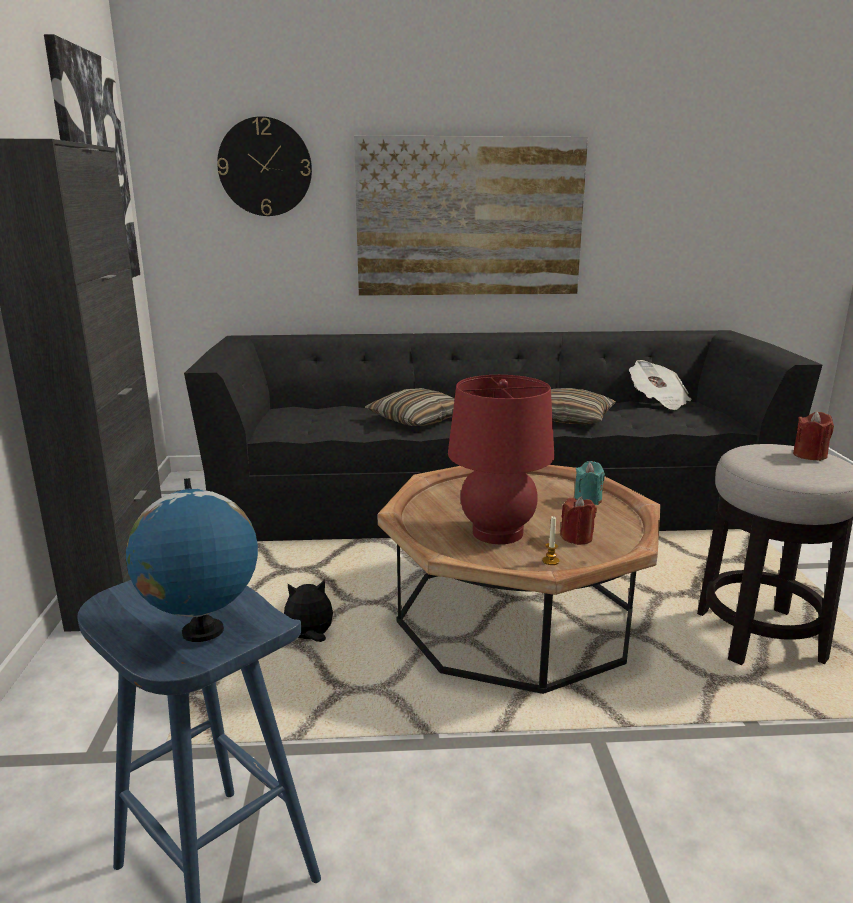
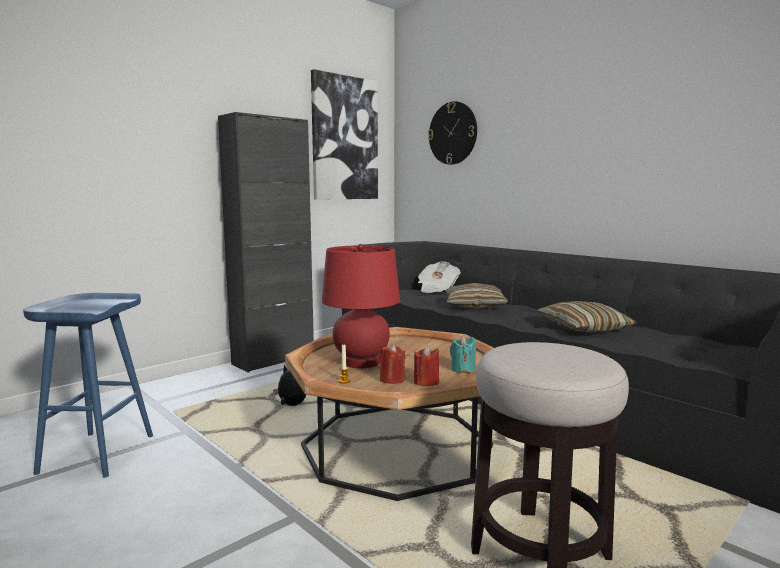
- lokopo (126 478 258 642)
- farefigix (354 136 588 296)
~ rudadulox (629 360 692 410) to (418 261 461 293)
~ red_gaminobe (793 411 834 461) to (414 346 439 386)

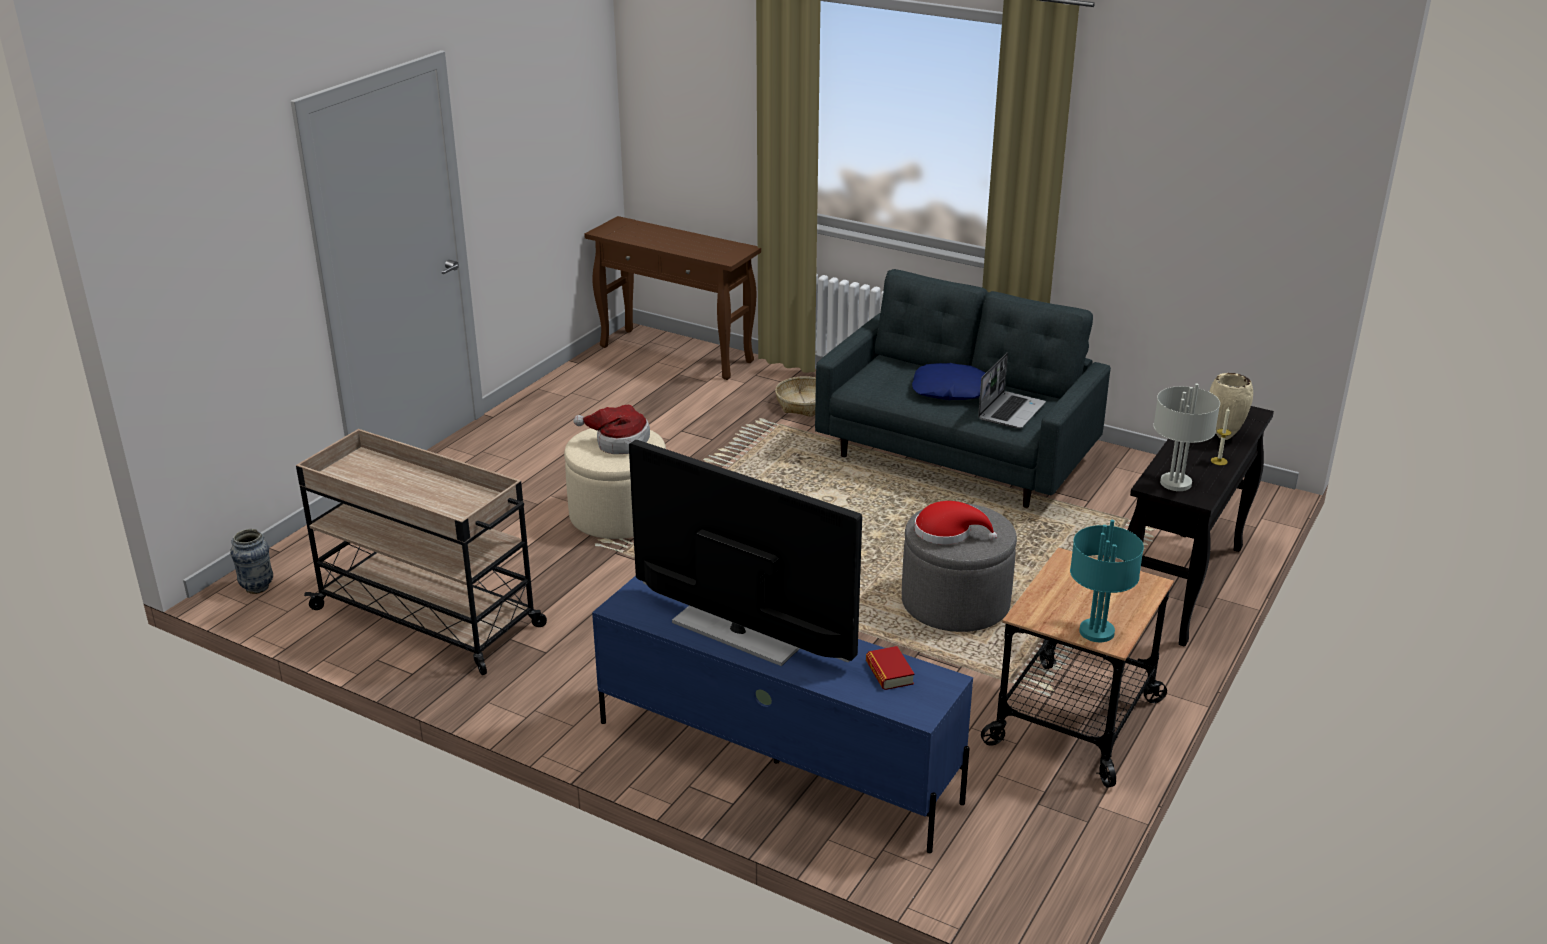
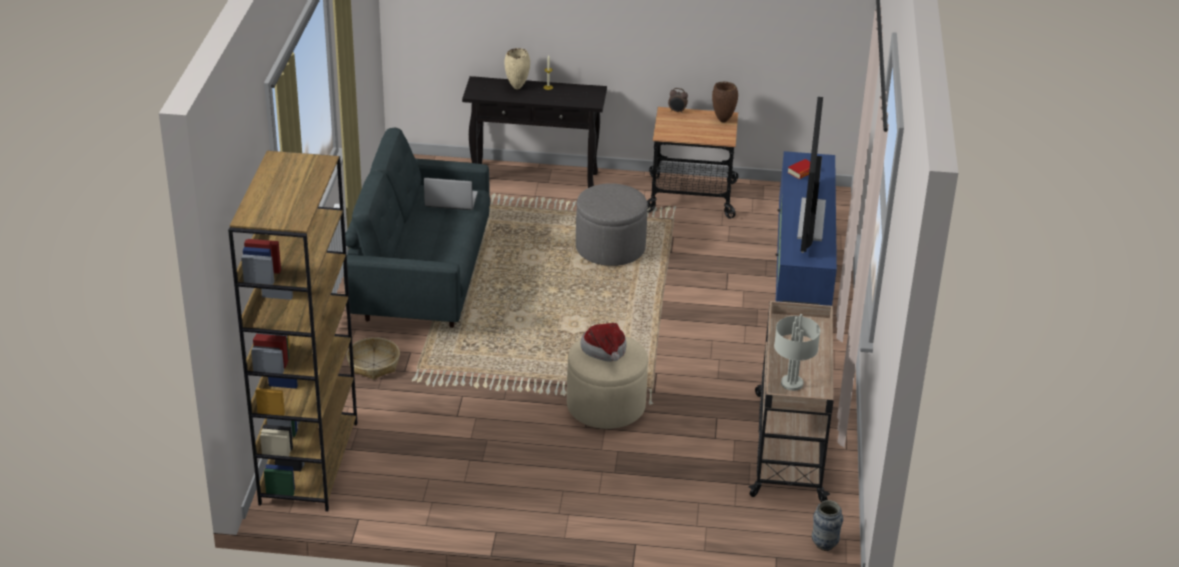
- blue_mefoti (912 363 985 400)
- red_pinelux (915 501 997 545)
+ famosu (668 88 688 112)
~ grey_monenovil (1153 383 1220 491) to (774 314 820 391)
~ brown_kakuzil (584 216 761 380) to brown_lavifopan (228 151 357 512)
~ turquoise_monenovil (1070 520 1144 642) to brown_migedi (712 82 738 123)

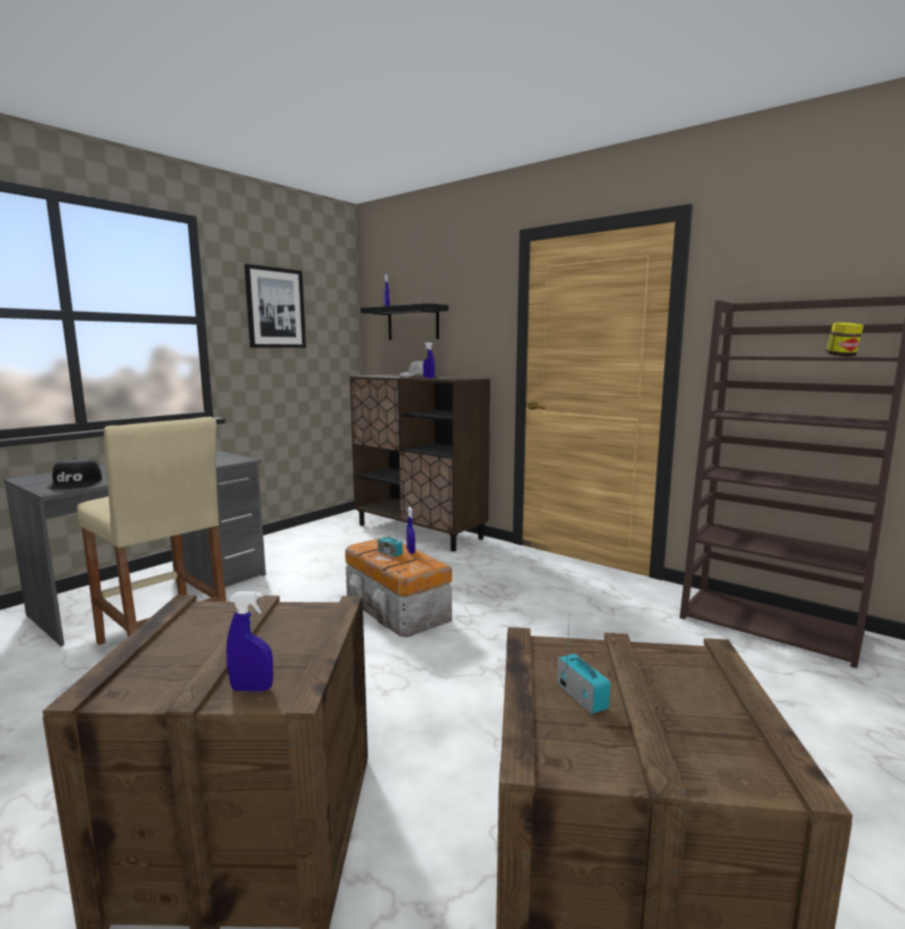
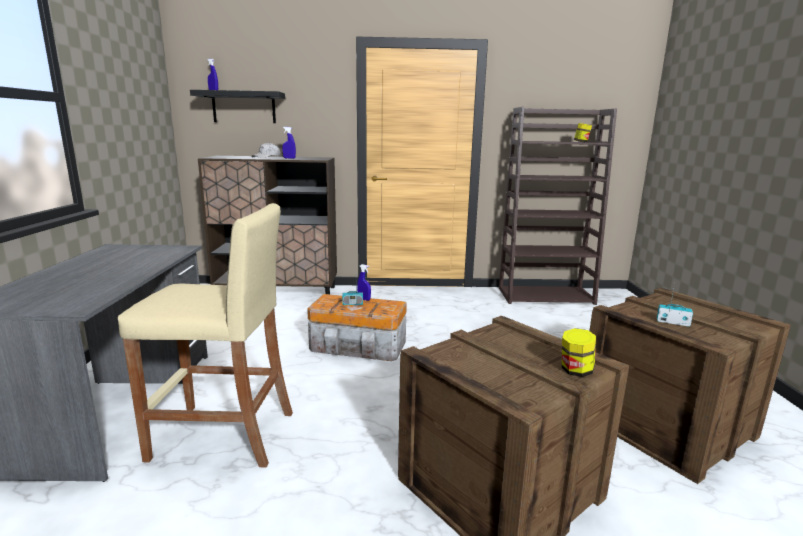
- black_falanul (47 458 102 489)
- farefigix (244 264 306 348)
~ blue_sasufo (226 592 273 692) to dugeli (562 328 596 377)

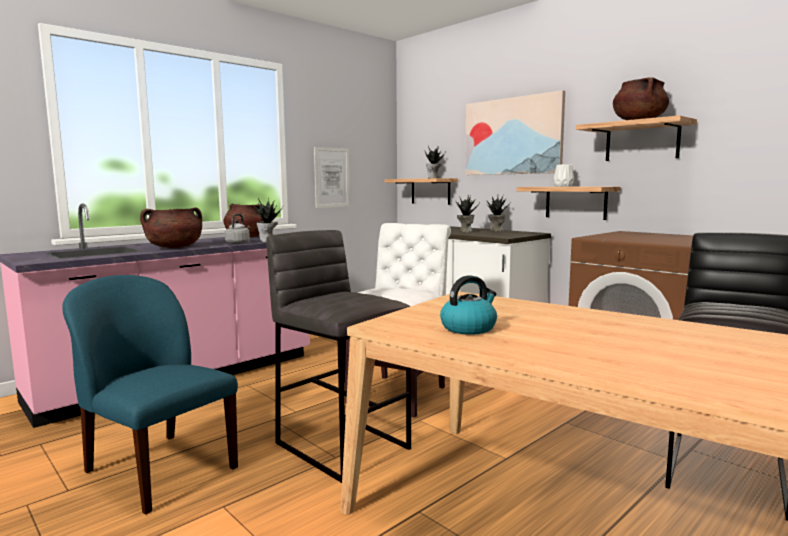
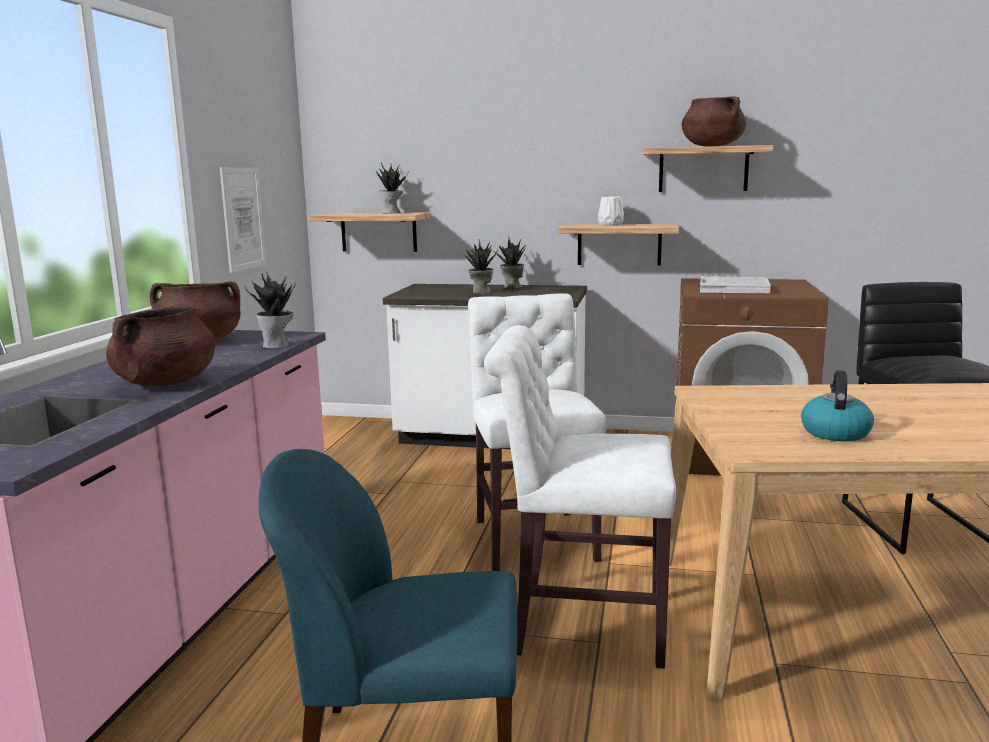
- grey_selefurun (225 214 250 244)
- farefigix (465 90 565 175)
+ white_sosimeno (700 276 771 294)
~ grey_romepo (266 230 411 483) to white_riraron (484 325 676 669)

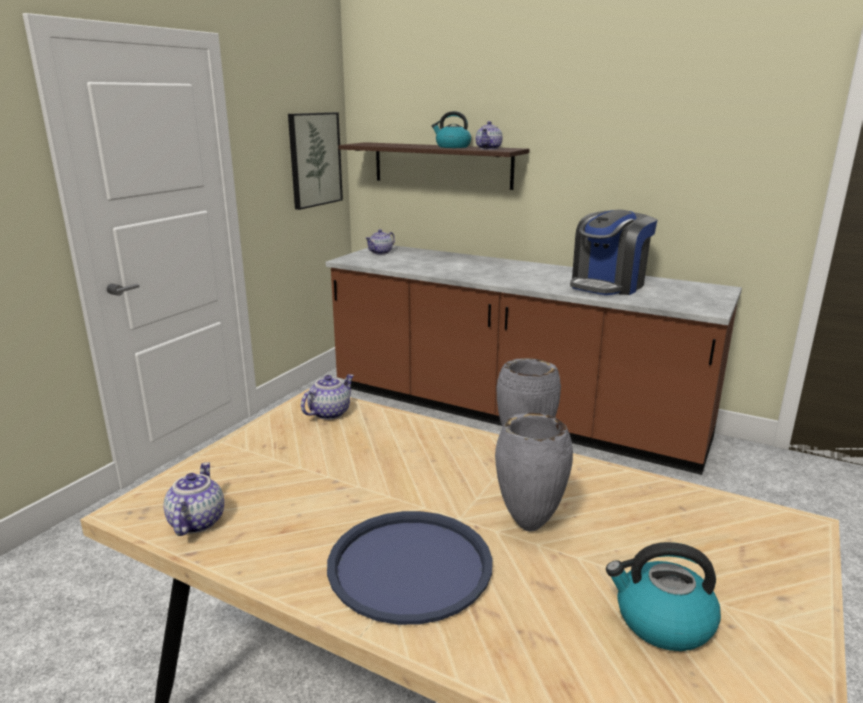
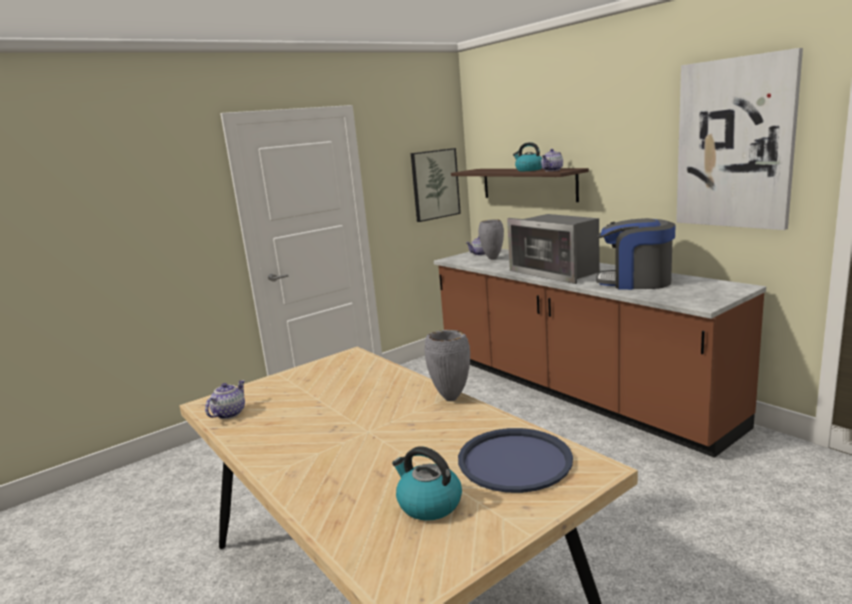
- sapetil (301 374 354 420)
+ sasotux (507 214 600 284)
+ farefigix (676 48 803 230)
~ blue_sosimeno (327 511 492 625) to (458 428 573 493)
~ grey_migedi (495 413 573 531) to (478 219 504 260)
~ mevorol (570 209 657 295) = (596 218 675 290) 45 degrees clockwise

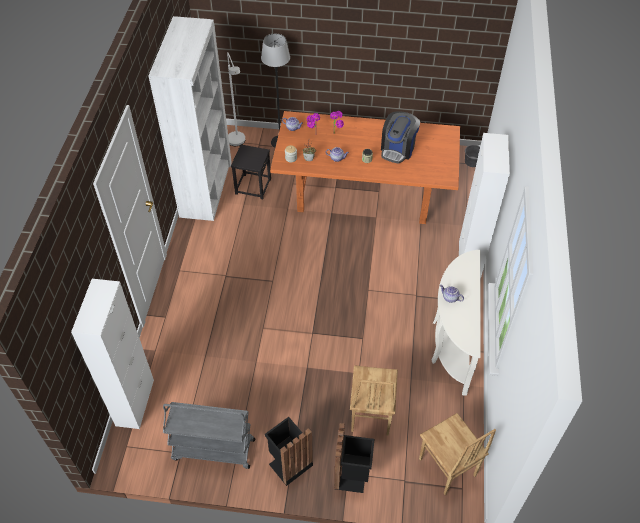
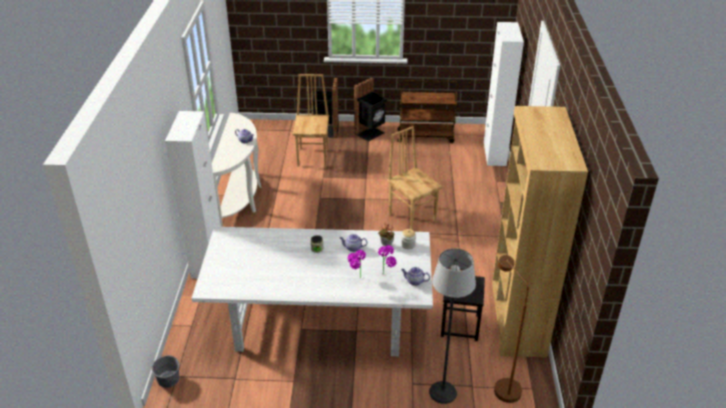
- mevorol (381 111 420 164)
~ brown_riraron (419 413 496 495) to (387 126 442 230)
~ white_lavifopan (148 16 232 221) to brown_lavifopan (492 106 588 358)
~ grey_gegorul (163 402 255 469) to brown_gegorul (397 80 458 143)
~ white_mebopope (227 52 245 146) to brown_mebopope (494 255 529 403)
~ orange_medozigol (270 111 460 224) to white_medozigol (192 227 433 356)

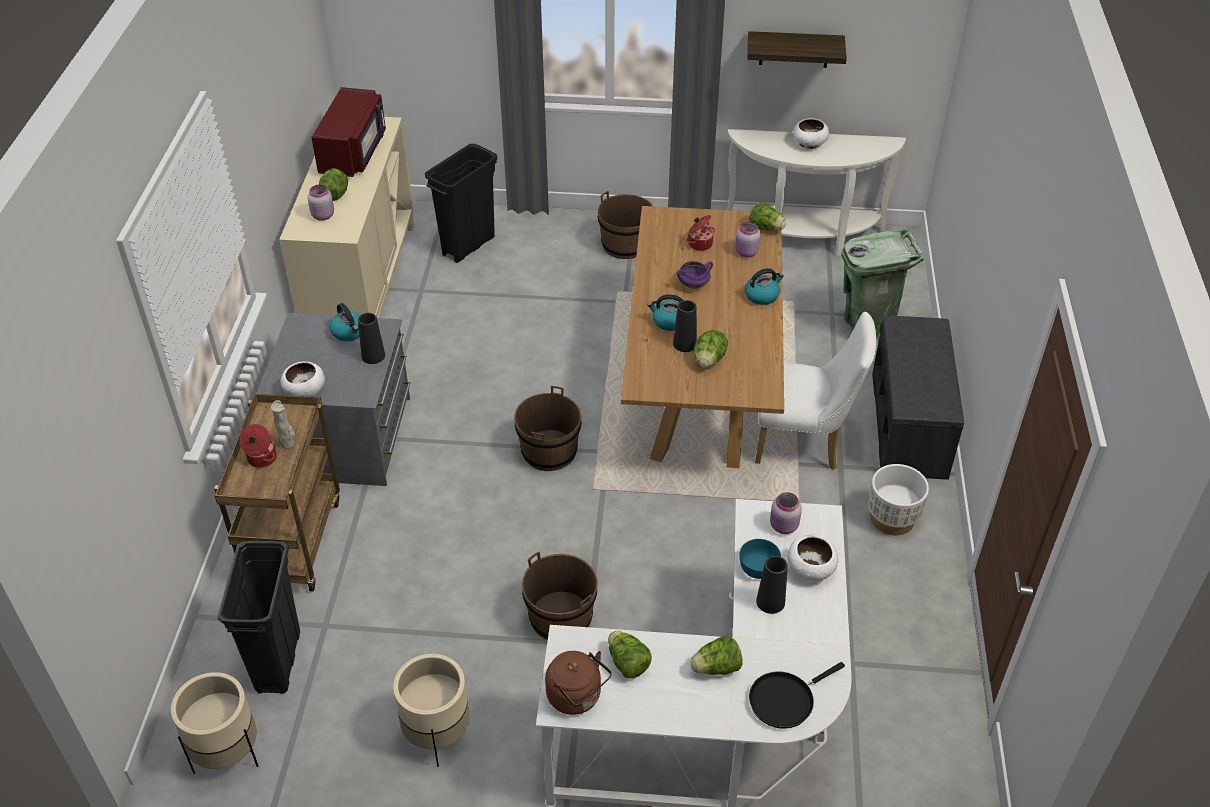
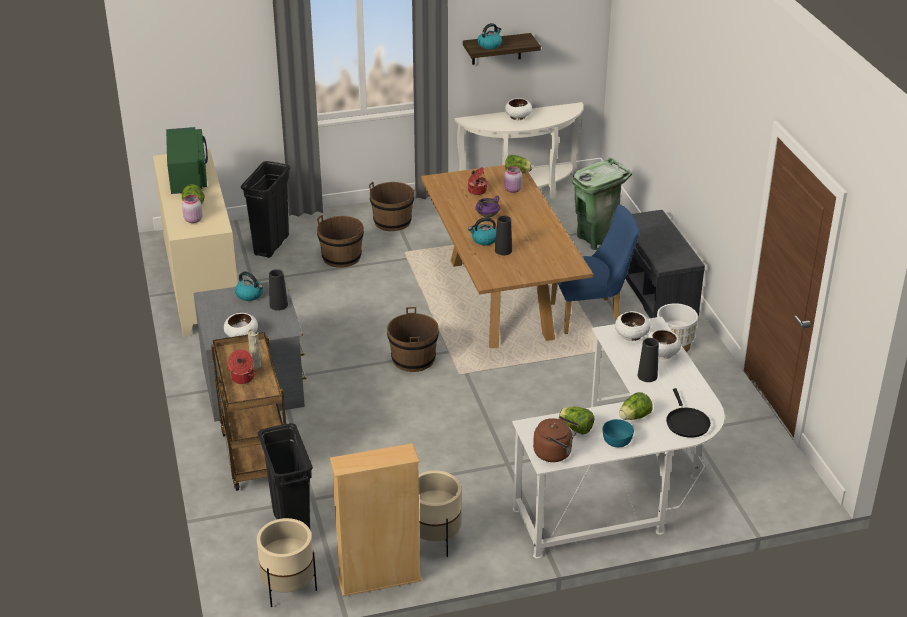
- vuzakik (694 330 728 368)
+ beige_lavifopan (330 443 422 597)
~ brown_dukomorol (522 551 598 640) to (317 215 364 268)
~ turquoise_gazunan (739 539 781 579) to (603 419 634 447)
~ selefurun (745 268 784 305) to (478 23 502 49)
~ pink_dugeli (770 492 802 534) to white_gazunan (615 311 650 341)
~ red_sasotux (311 87 386 177) to green_sasotux (166 127 208 194)
~ white_riraron (755 312 876 470) to blue_riraron (551 204 639 334)
~ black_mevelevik (749 662 845 729) = (666 388 711 438) 45 degrees counterclockwise

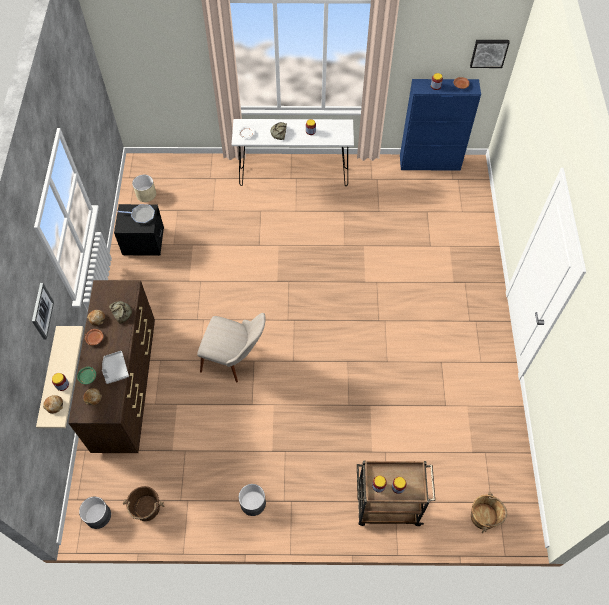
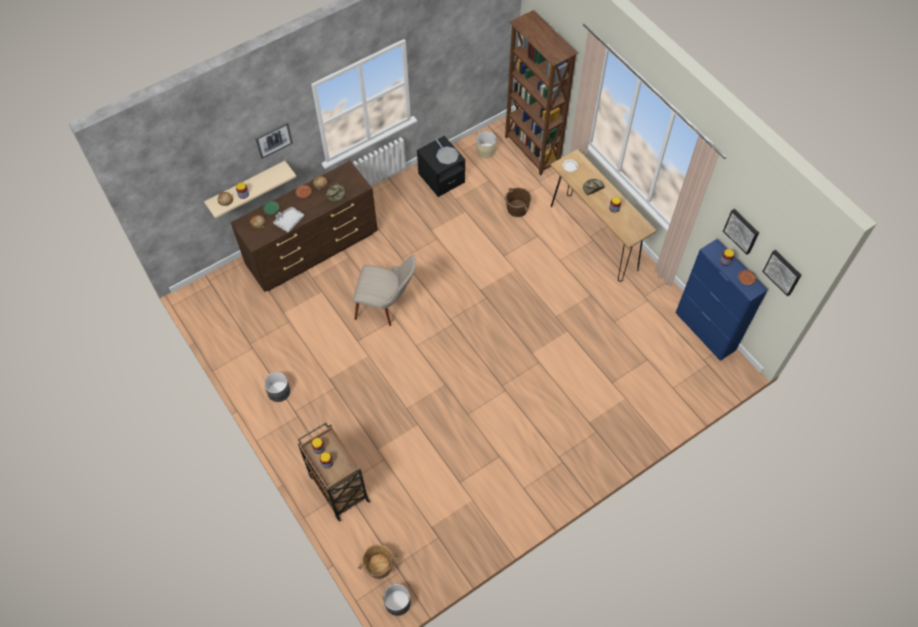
+ brown_lavifopan (505 10 578 176)
+ farefigix (723 209 759 255)
~ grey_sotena (79 497 111 529) to (383 584 411 616)
~ brown_dukomorol (123 486 164 521) to (505 188 531 217)
~ white_kakuzil (232 119 354 186) to brown_kakuzil (550 149 657 282)
~ beige_riraron (197 313 265 382) = (353 255 416 326) 60 degrees counterclockwise

